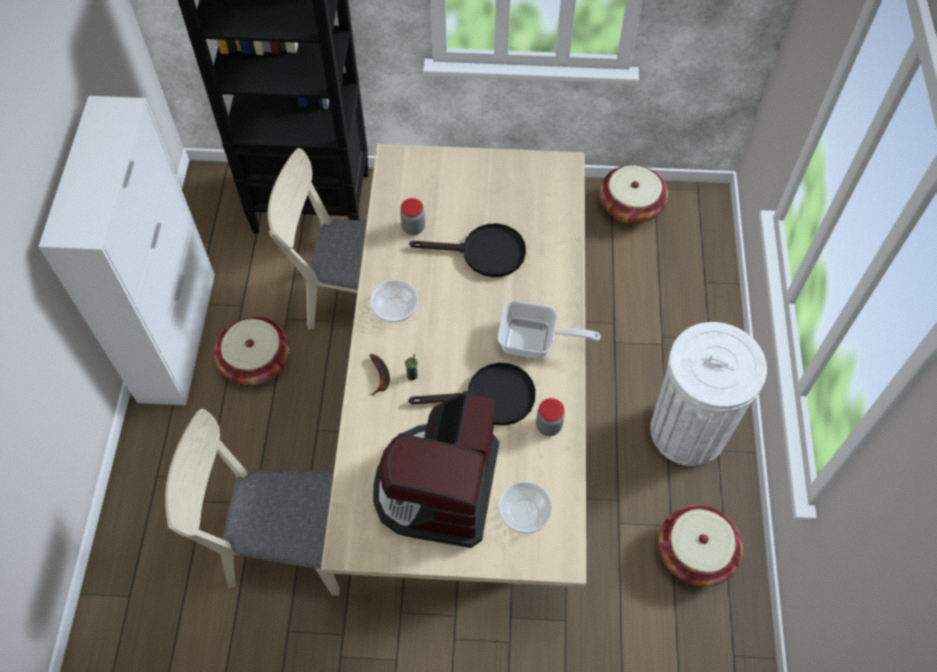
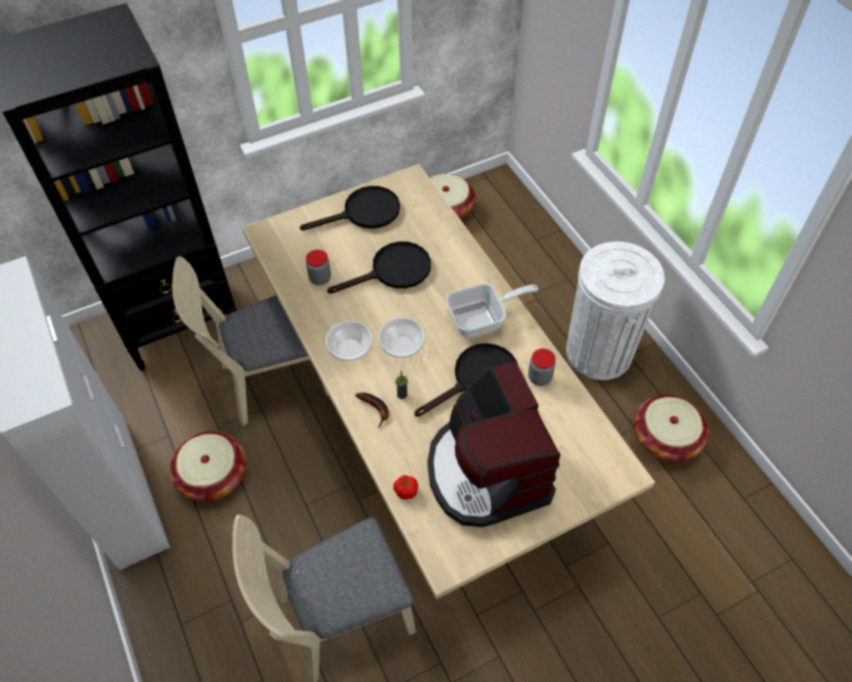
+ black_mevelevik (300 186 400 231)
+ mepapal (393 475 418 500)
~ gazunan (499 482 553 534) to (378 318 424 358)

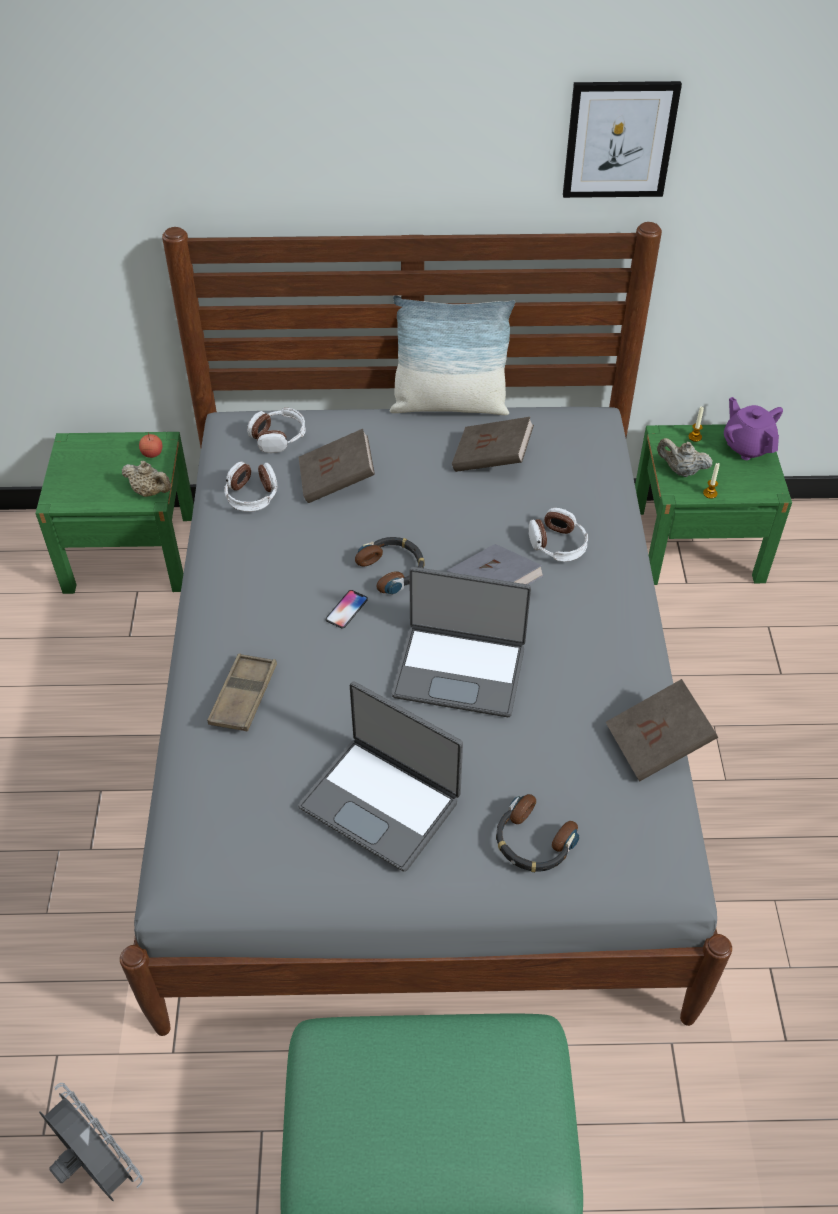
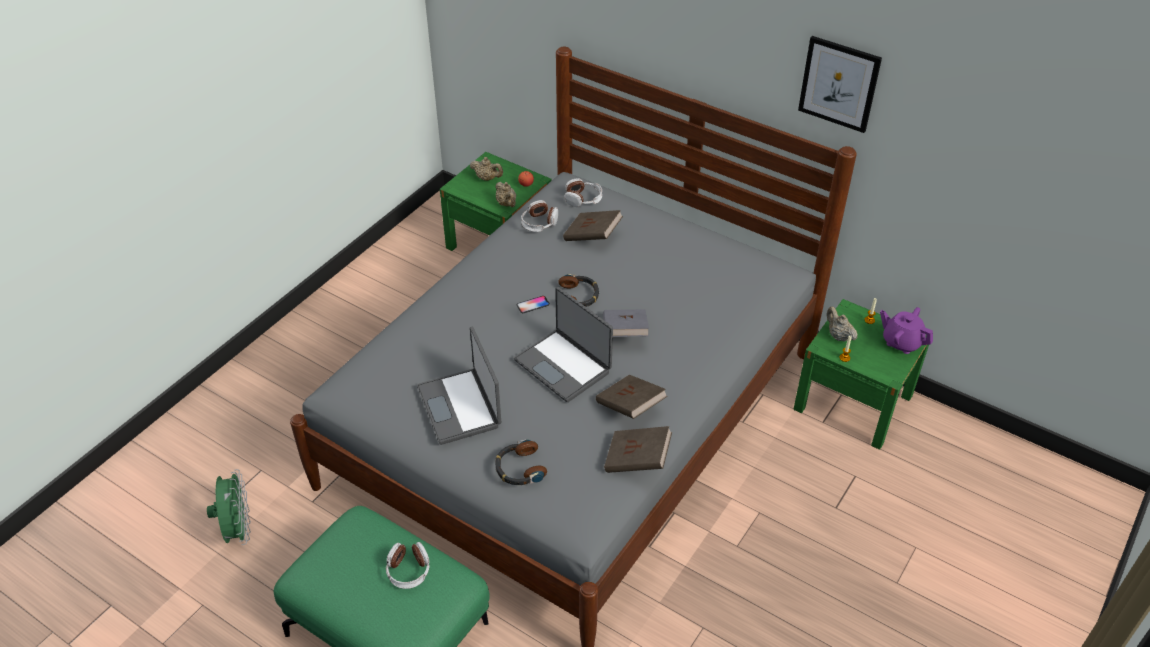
- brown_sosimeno (207 653 277 732)
- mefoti (390 295 515 415)
+ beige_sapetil (470 157 503 181)
~ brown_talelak (452 417 534 472) to (596 375 668 419)
~ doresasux (528 508 588 562) to (386 542 430 589)
~ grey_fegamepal (39 1083 143 1201) to green_fegamepal (207 469 251 545)
~ purple_sapetil (724 397 783 460) = (880 307 933 354) 60 degrees counterclockwise

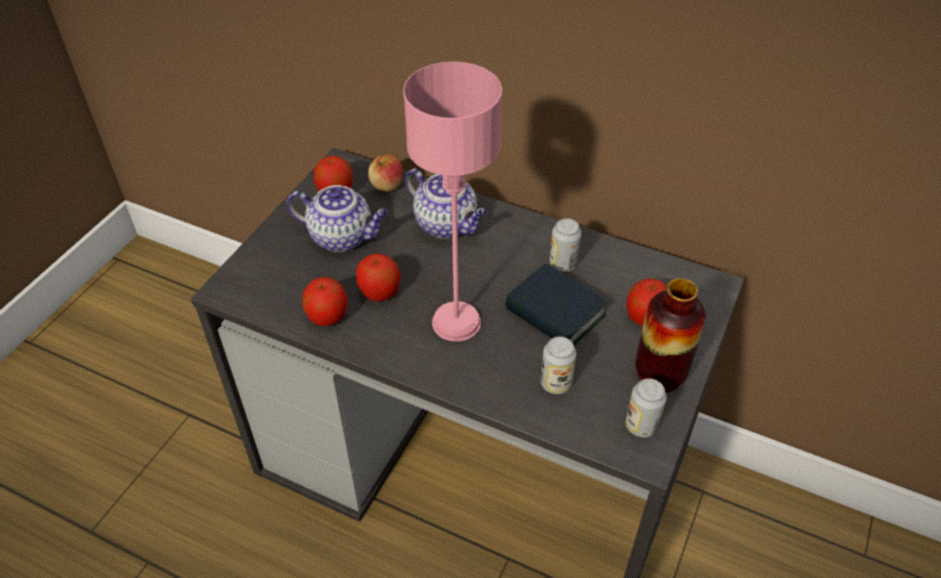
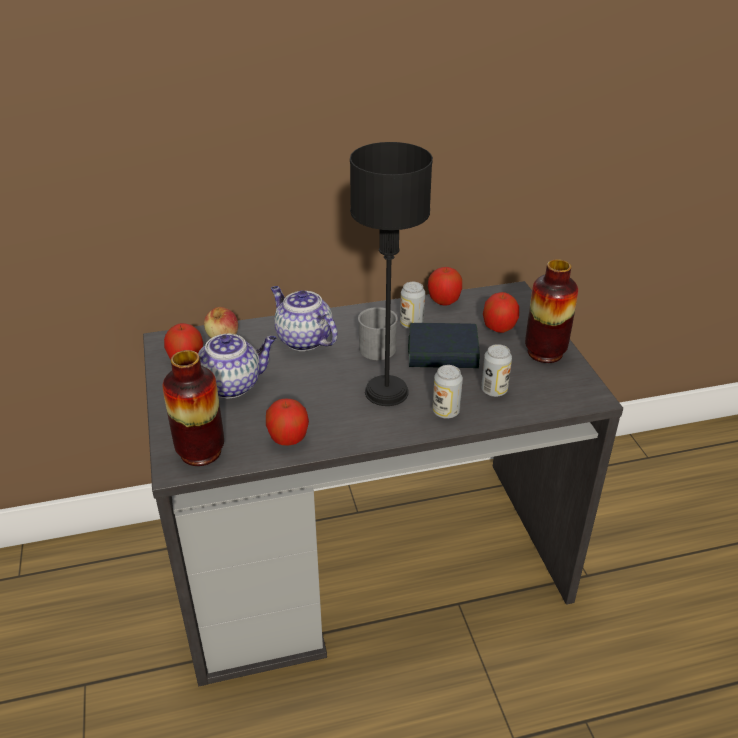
+ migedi (162 350 224 466)
+ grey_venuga (358 307 398 360)
~ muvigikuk (356 253 401 301) to (428 267 462 305)
~ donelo (625 378 667 437) to (432 365 463 419)
~ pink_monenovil (403 62 502 342) to black_monenovil (350 142 433 406)
~ sapetil (405 168 487 239) = (271 286 338 351) 135 degrees counterclockwise

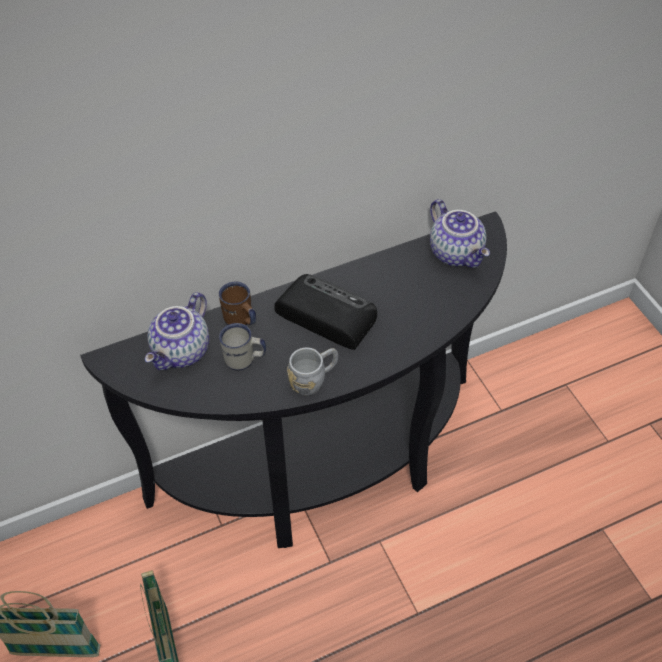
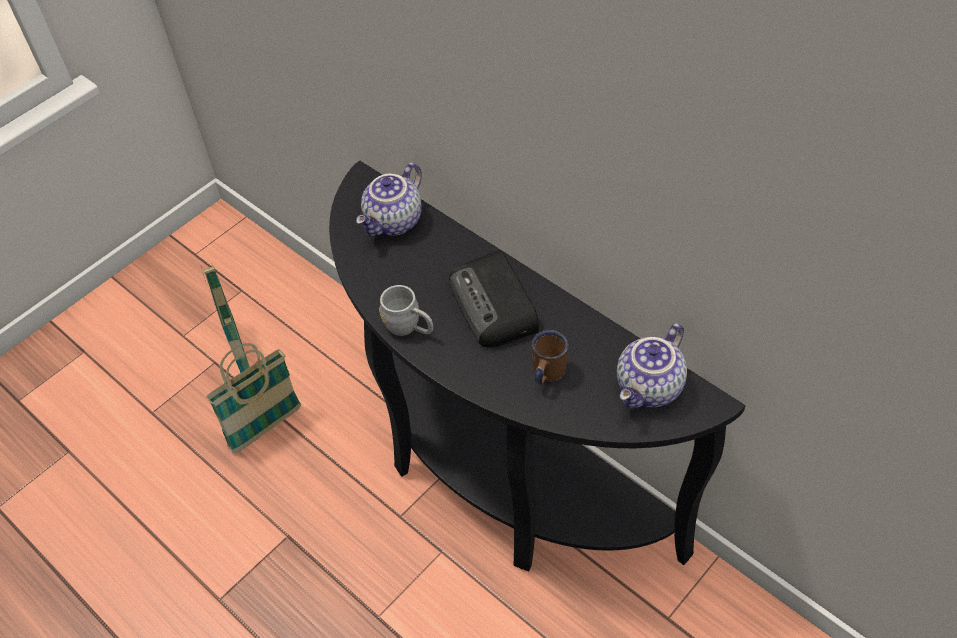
- white_venuga (219 323 266 371)
~ brown_venuga (219 282 256 325) to (532 330 568 385)
~ sapetil (145 292 209 370) = (356 162 422 236) 60 degrees counterclockwise
~ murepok (274 274 377 350) = (449 250 539 348) 150 degrees clockwise

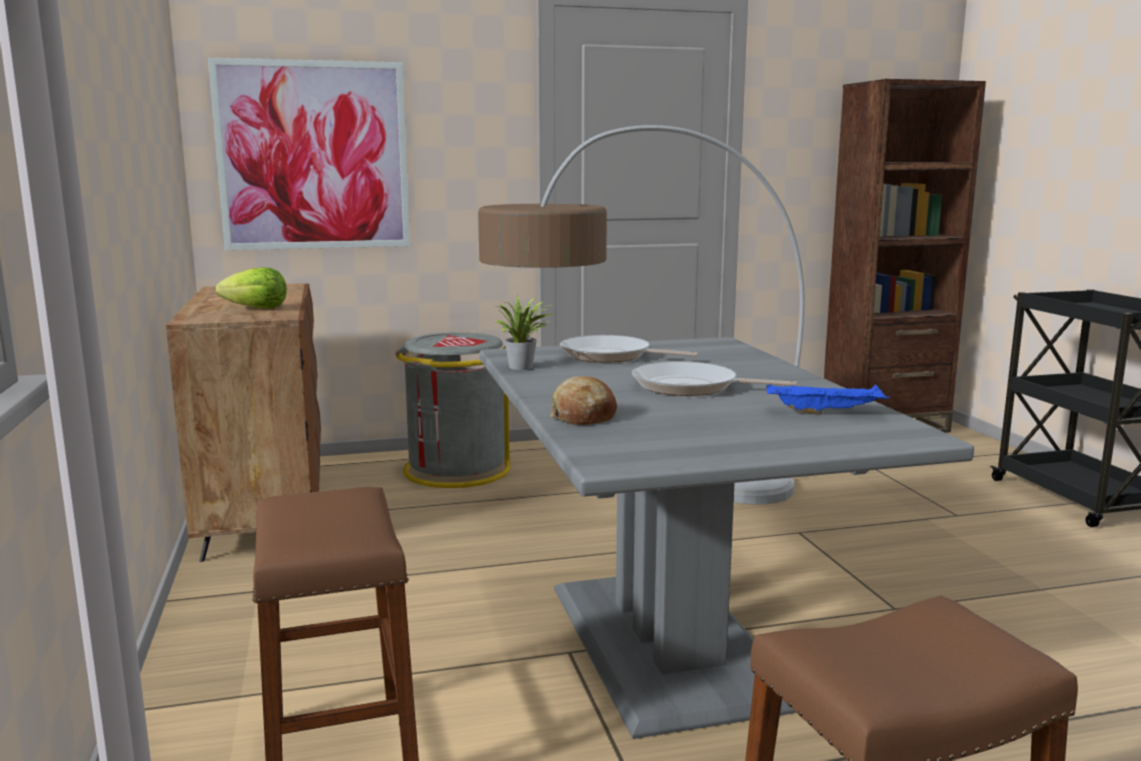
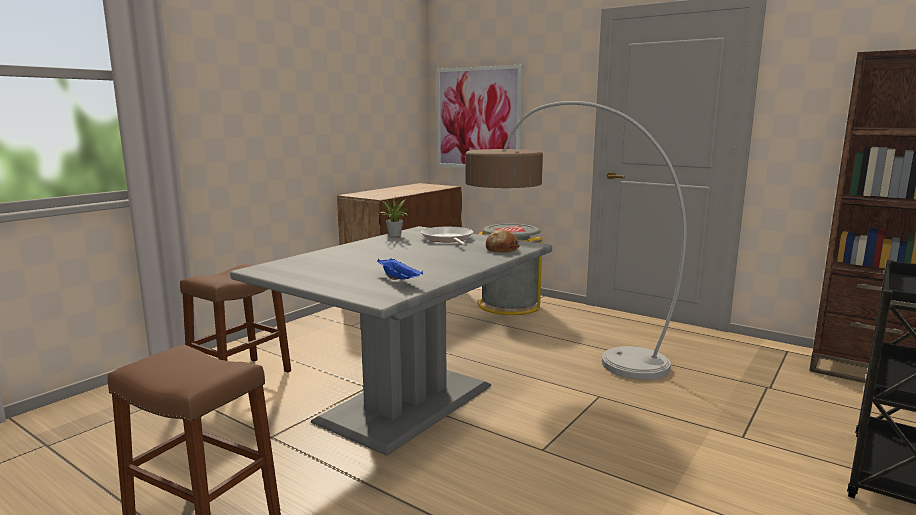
- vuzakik (216 267 287 309)
- mevelevik (632 361 797 396)
~ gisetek (550 376 617 425) to (486 229 520 252)

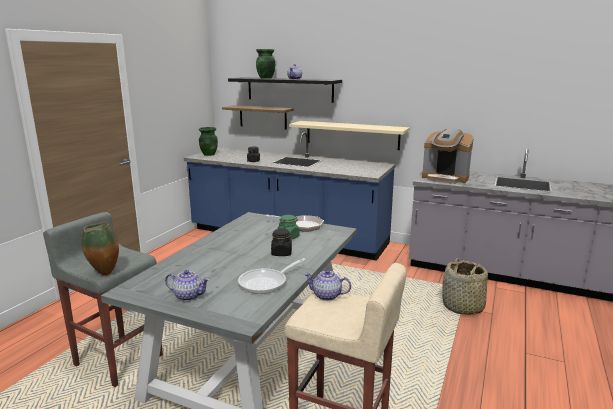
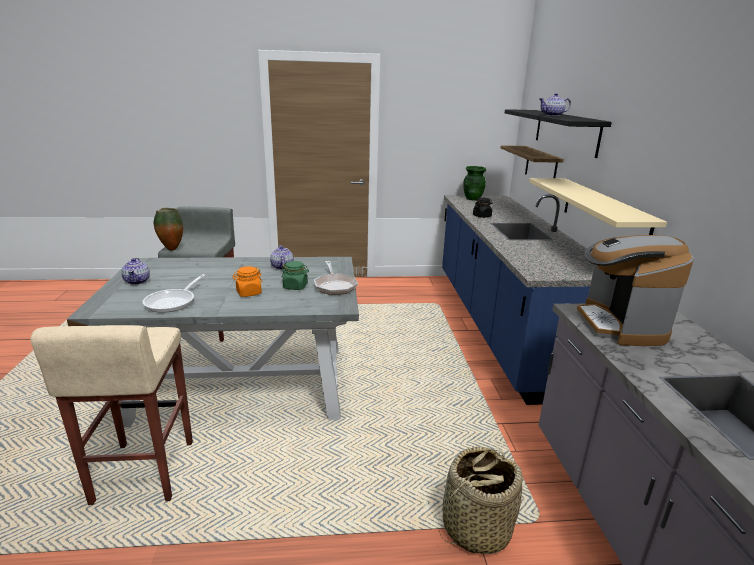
- green_migedi (256 49 275 79)
~ sapetil (304 270 351 301) to (270 245 294 270)
~ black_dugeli (271 229 292 256) to orange_dugeli (232 266 263 297)
~ mevelevik (238 258 305 294) = (142 274 206 313) 90 degrees counterclockwise

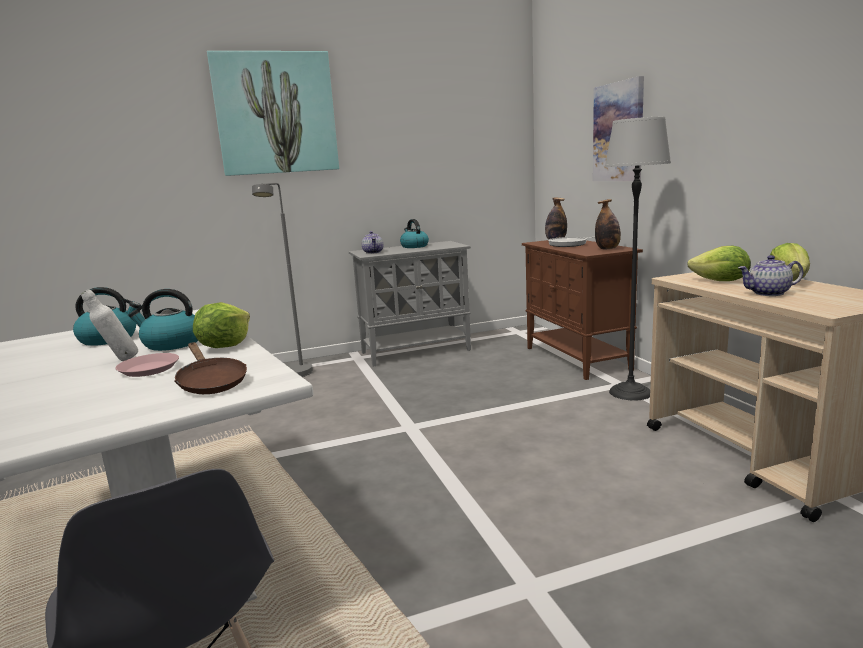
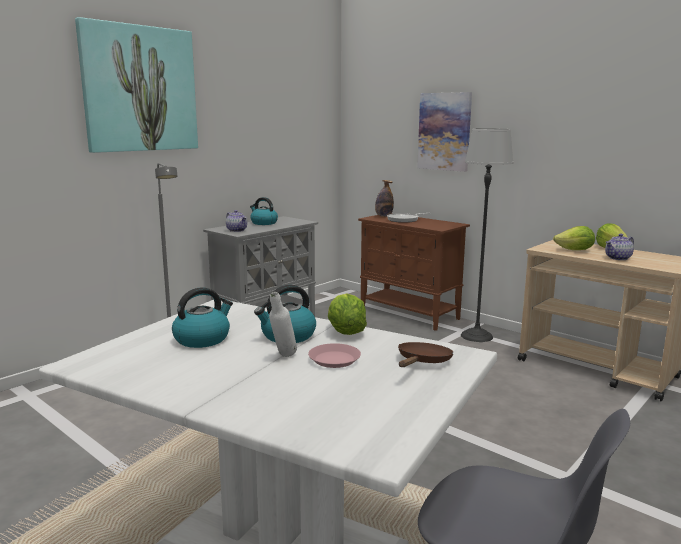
- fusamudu (595 199 621 250)
~ brown_mevelevik (174 342 247 394) = (398 342 453 367) 90 degrees counterclockwise

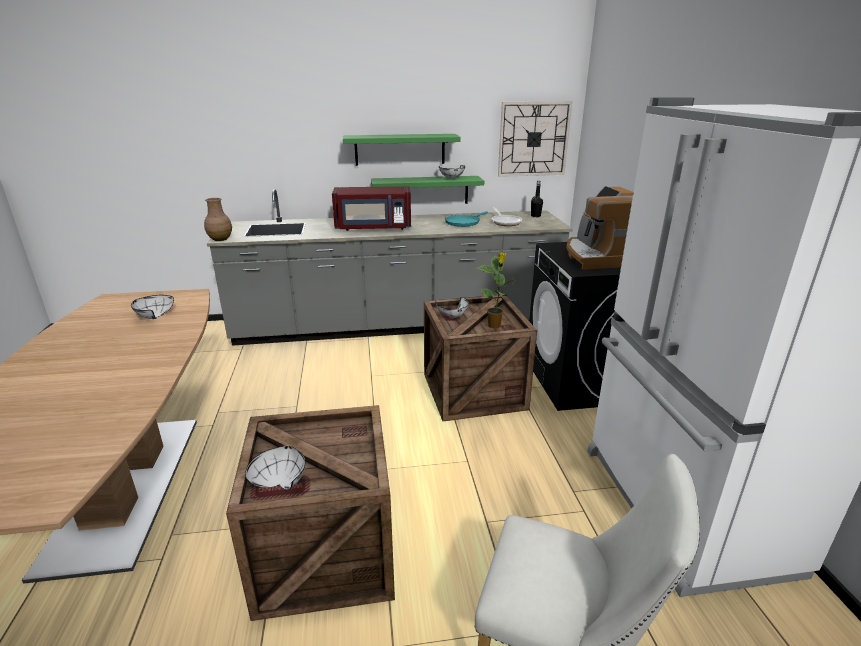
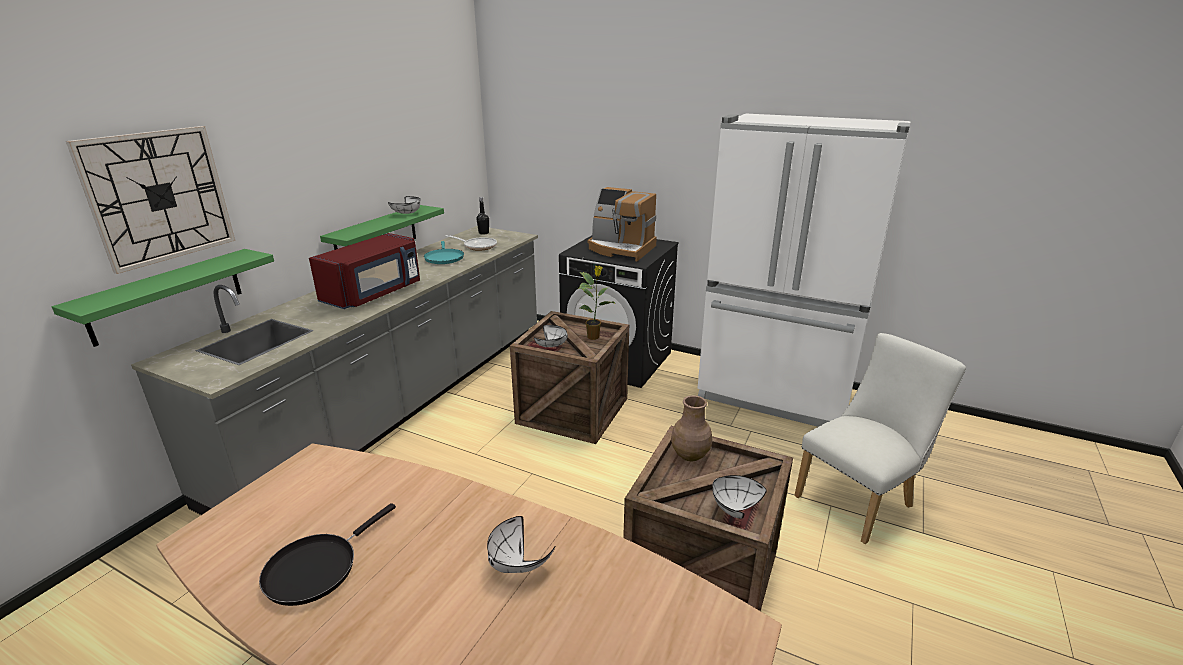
+ black_mevelevik (259 503 396 606)
~ white_gazunan (131 295 174 319) to (487 516 555 573)
~ brown_migedi (204 198 232 241) to (671 395 712 461)
~ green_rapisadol (343 134 461 166) to (52 249 274 347)
~ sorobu (498 101 572 177) to (66 126 235 274)

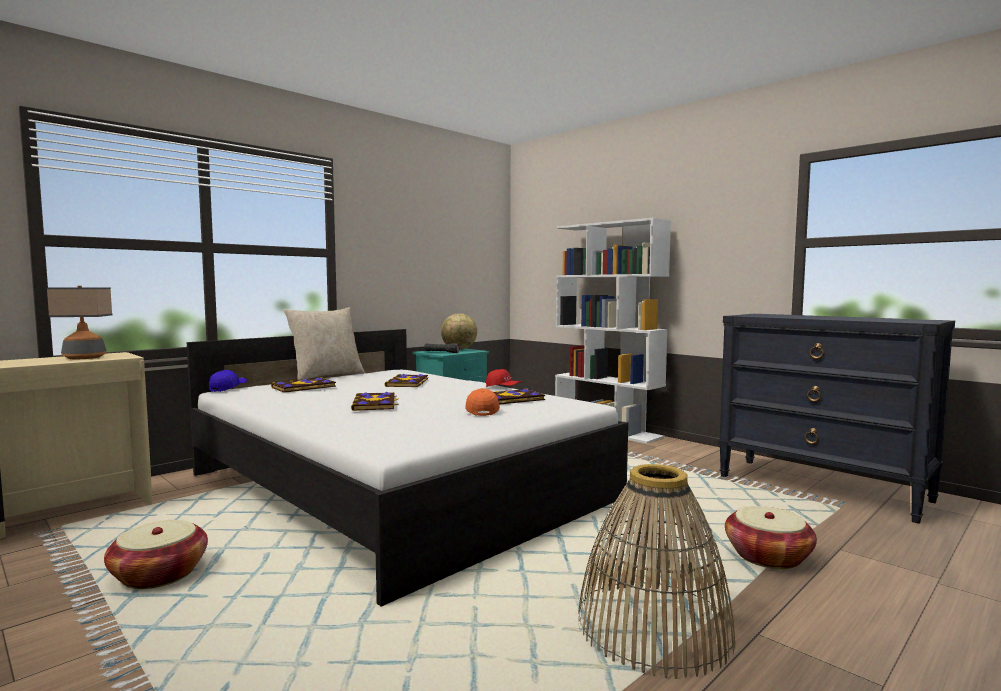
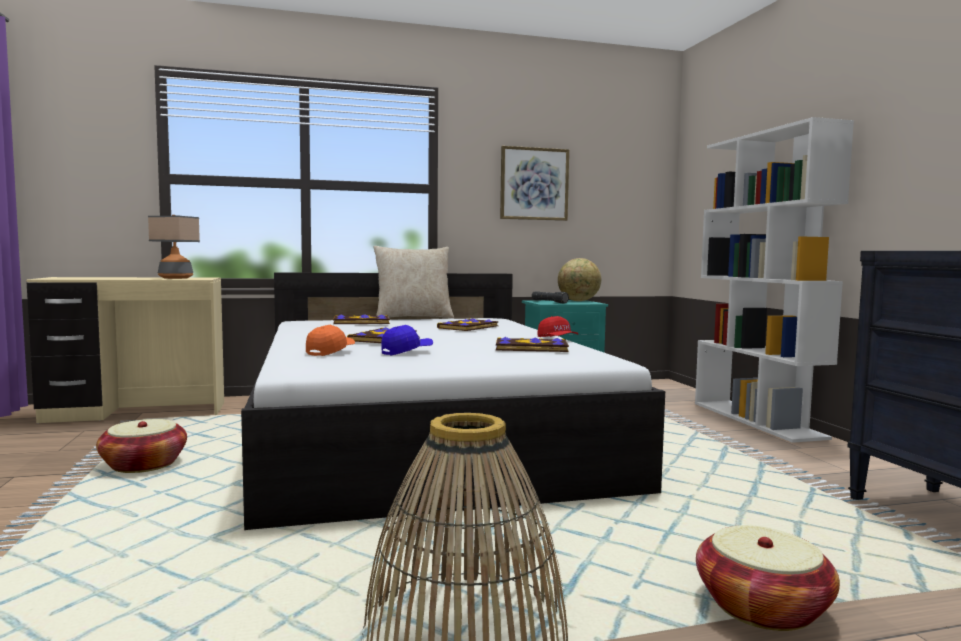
+ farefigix (500 146 569 221)
~ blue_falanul (209 370 247 392) to (381 325 433 355)
~ orange_falanul (465 388 500 416) to (306 325 355 356)

